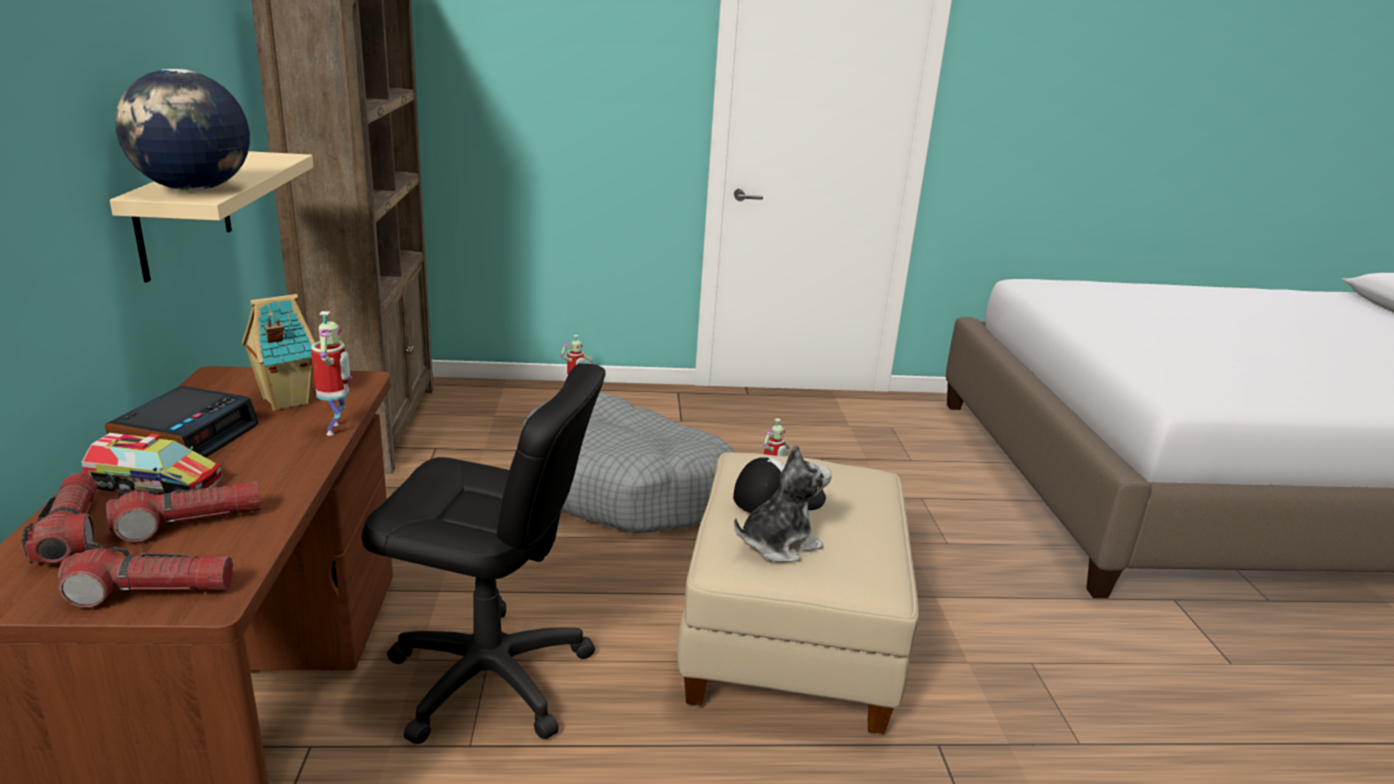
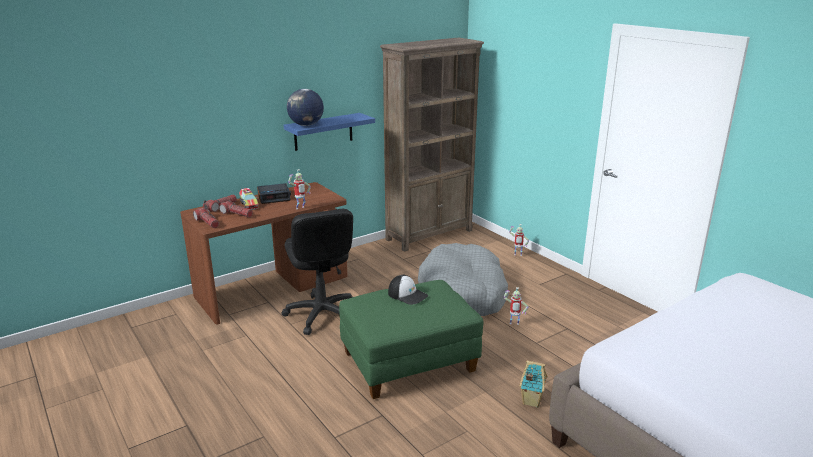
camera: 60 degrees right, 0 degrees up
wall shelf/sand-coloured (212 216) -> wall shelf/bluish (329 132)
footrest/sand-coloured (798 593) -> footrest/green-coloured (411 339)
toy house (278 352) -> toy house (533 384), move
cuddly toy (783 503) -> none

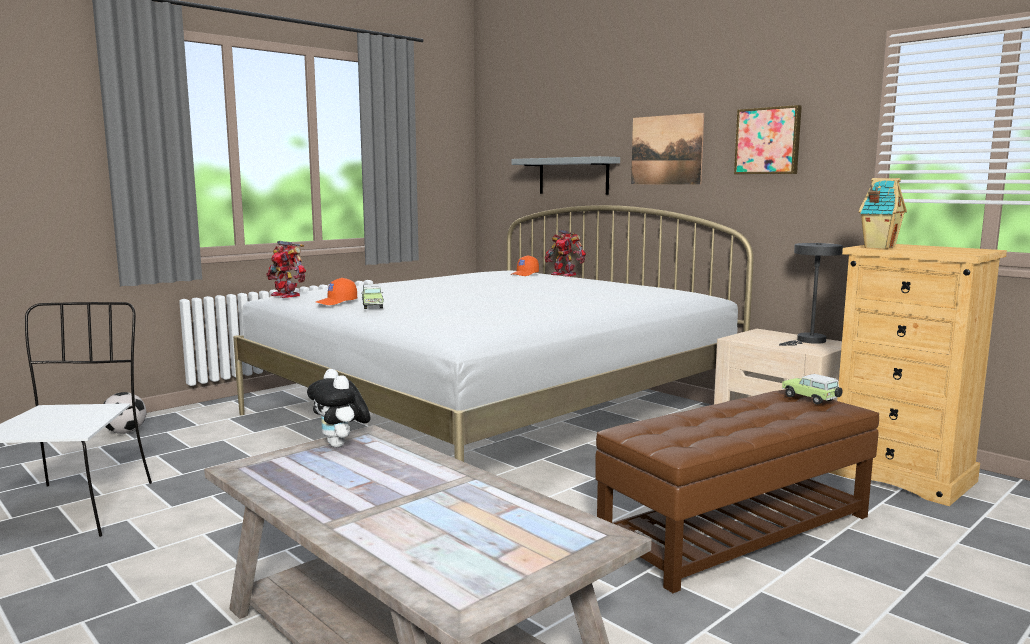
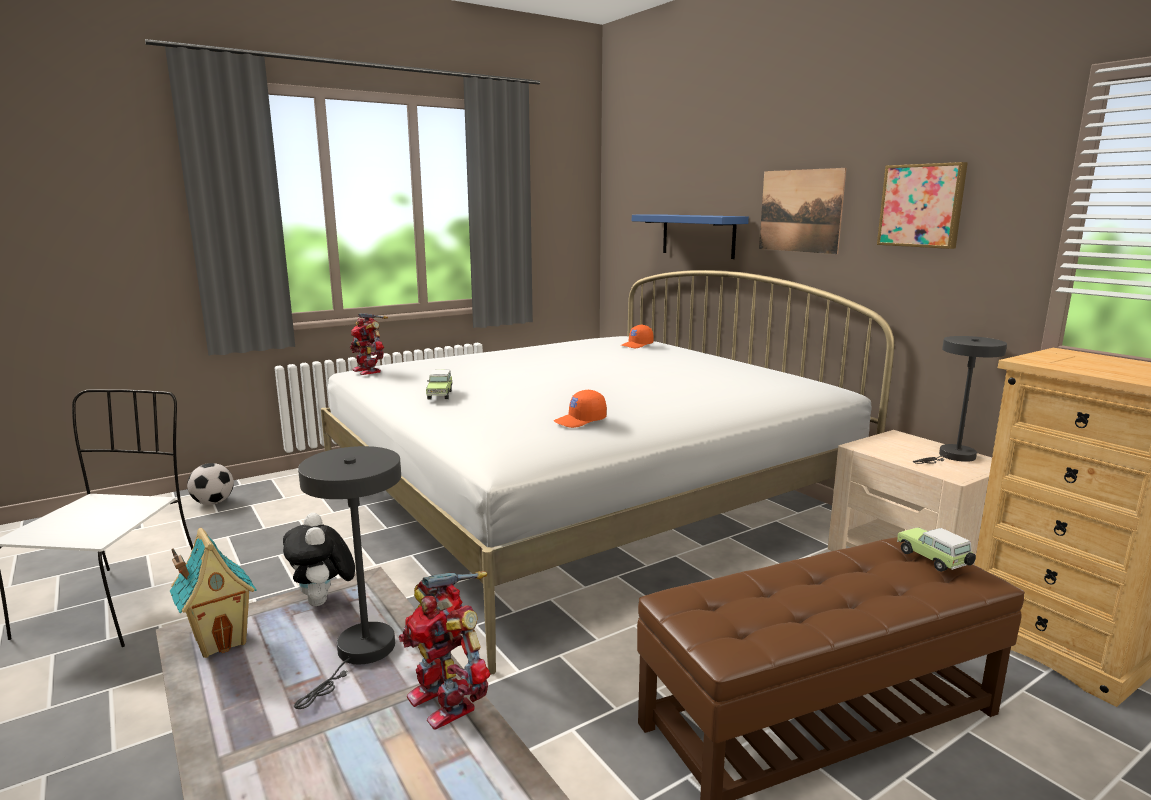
camera: 10 degrees right, 5 degrees up
toy house (882 213) -> toy house (213 593), move
none -> table lamp/grey (347 577)
robot figure (565 253) -> robot figure (444 650), move
cap/orange-coloured (336 291) -> cap/orange-coloured (580 409), move
wall shelf/grey (565 175) -> wall shelf/bluish (690 236)

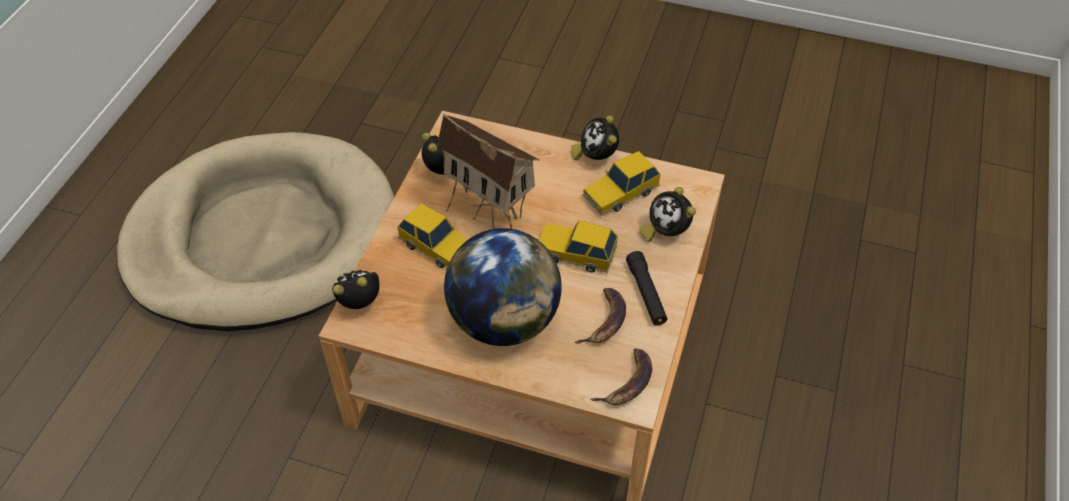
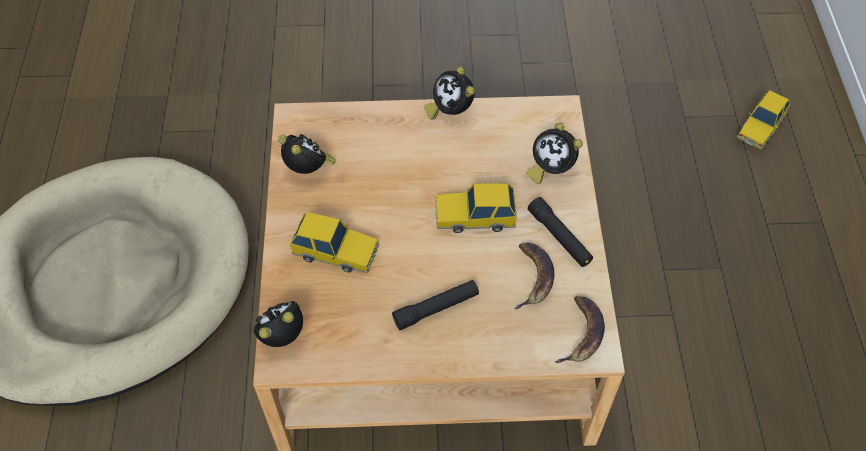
camera: 20 degrees left, 5 degrees up
desk globe (503 287) -> torch/black (435 305)
model car (621 183) -> model car (763 120), move
toy house (488 171) -> none

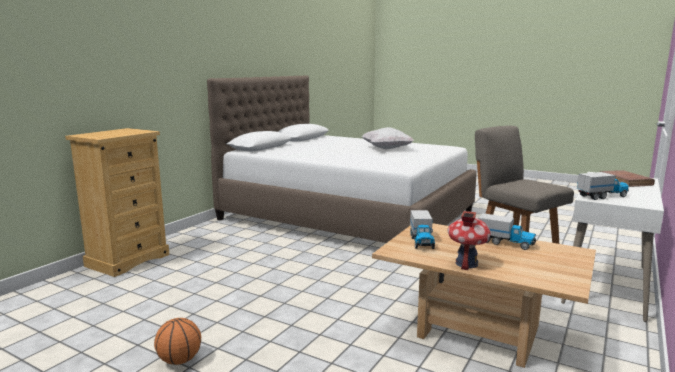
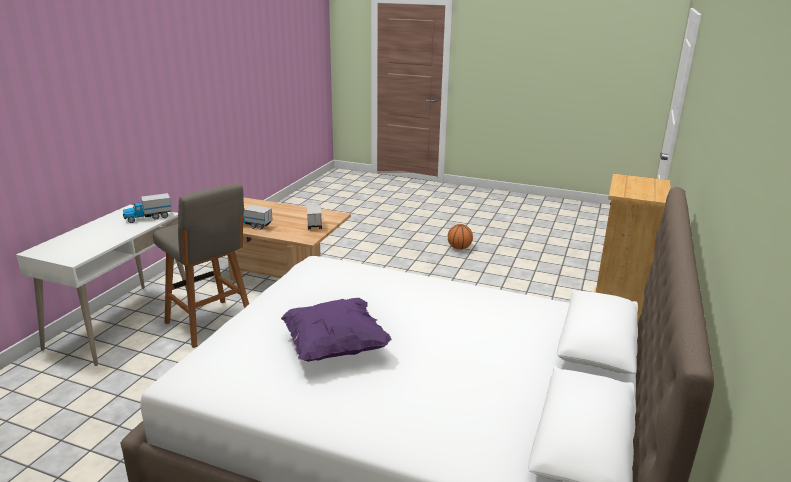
camera: 170 degrees right, 10 degrees up
cushion/white-coloured (388 138) -> cushion/purple-coloured (336 330)
toy house (469 240) -> none
volume/brown-coloured (627 178) -> none

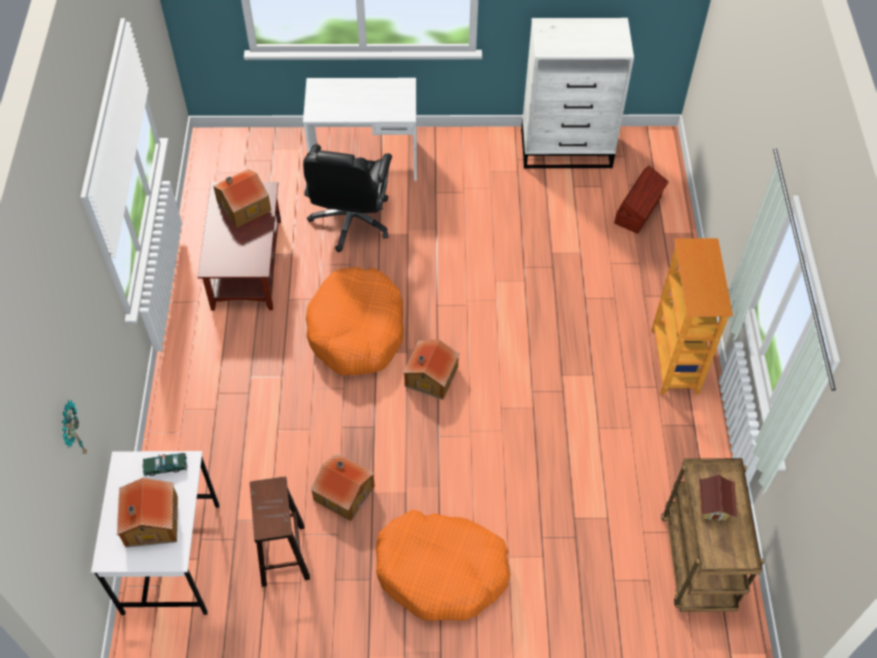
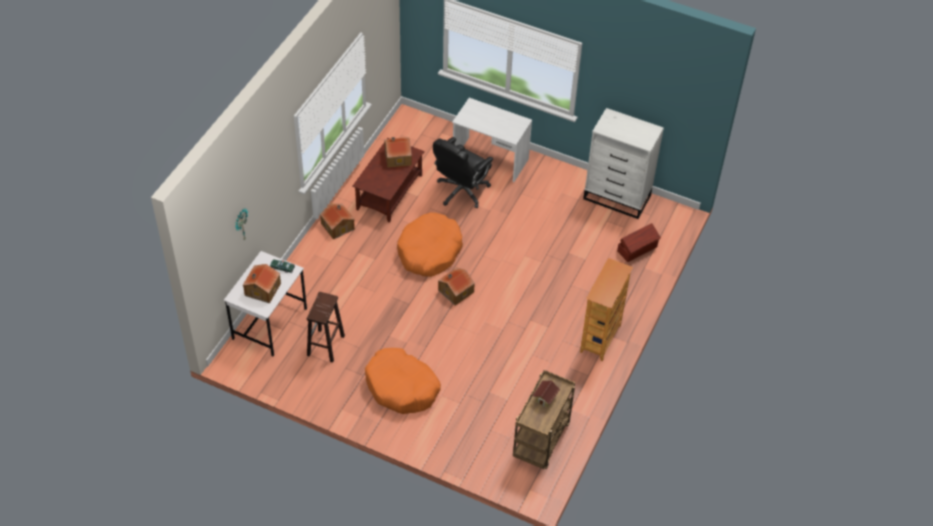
camera: 25 degrees right, 5 degrees down
toy house (343 487) -> toy house (337 221), move

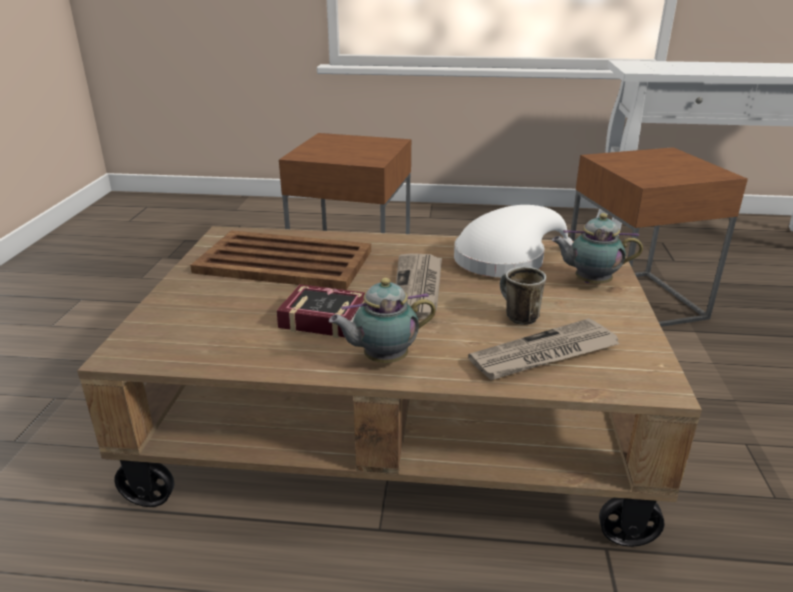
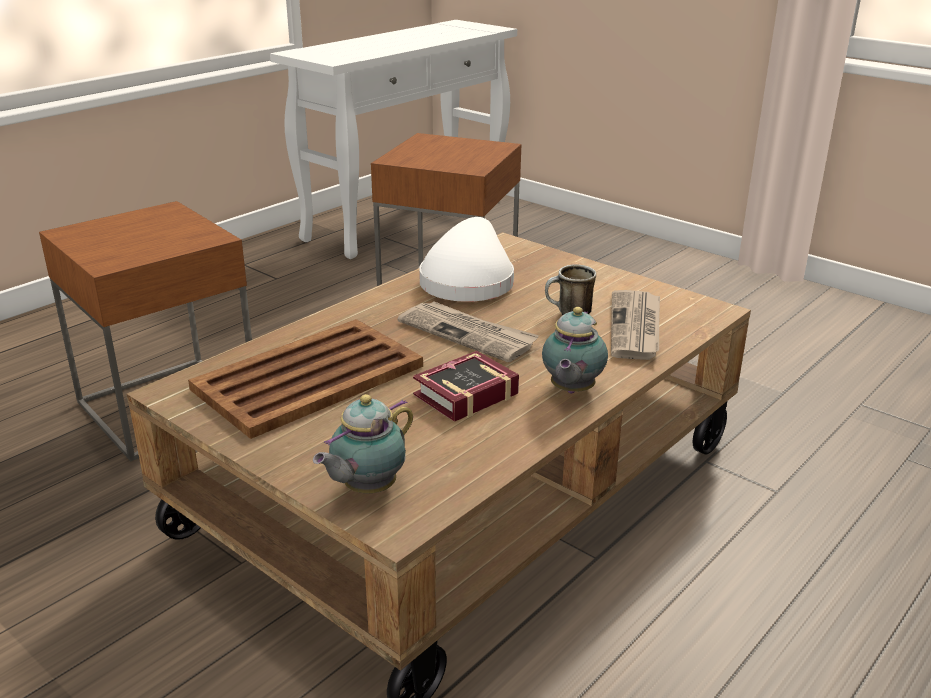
camera: 55 degrees left, 0 degrees up
tea pot (597 248) -> tea pot (363 443), move

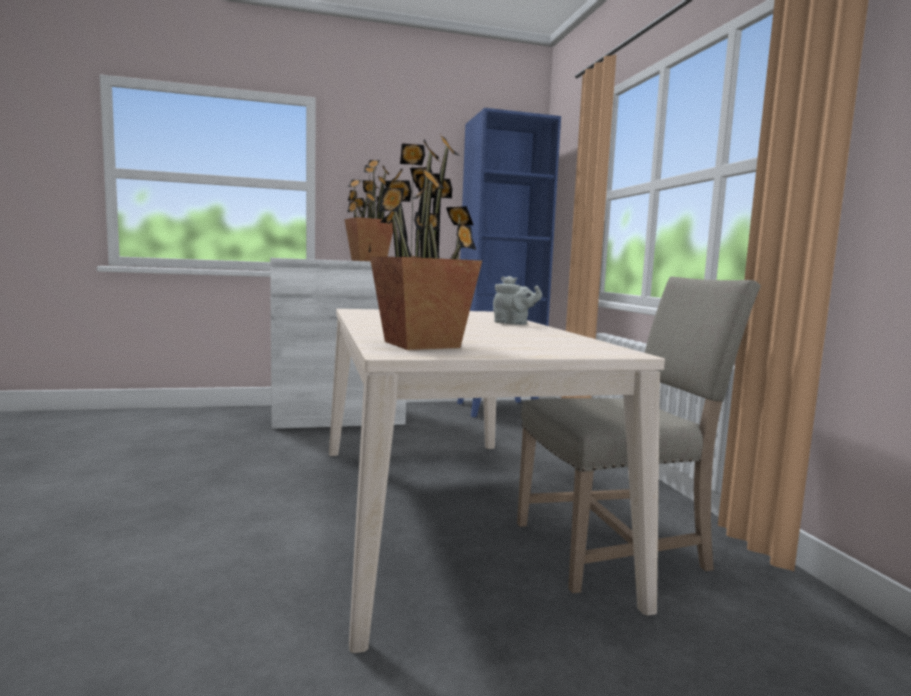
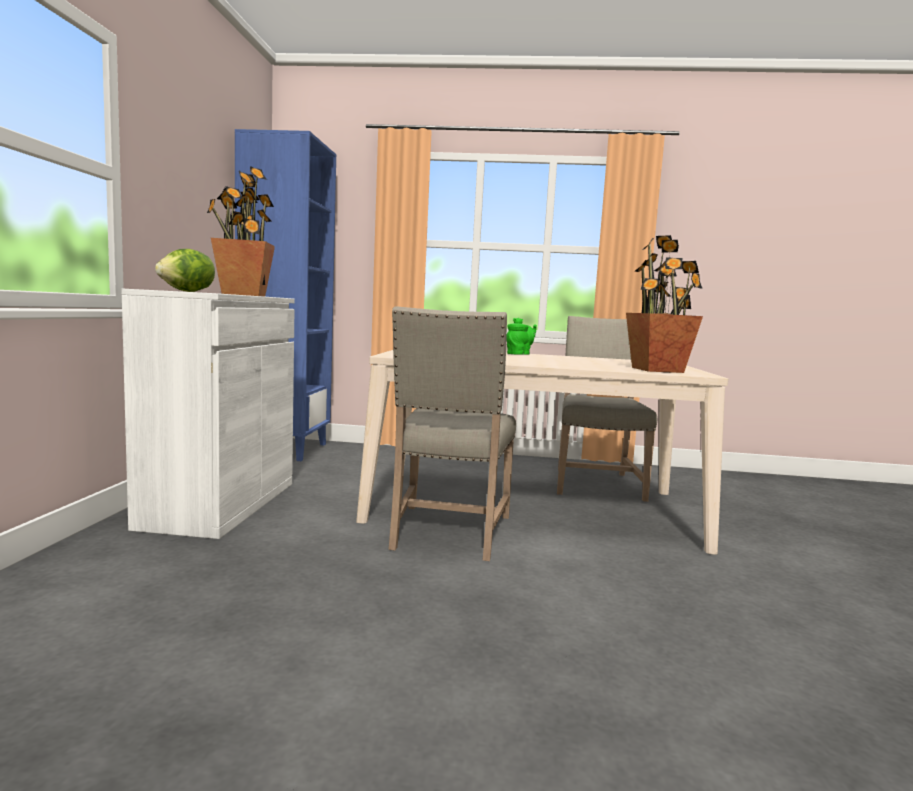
camera: 70 degrees left, 0 degrees up
none -> lettuce (185 270)
none -> upright chair/sand-coloured (452 433)
tea pot/grey (517 300) -> tea pot/green-coloured (521 336)

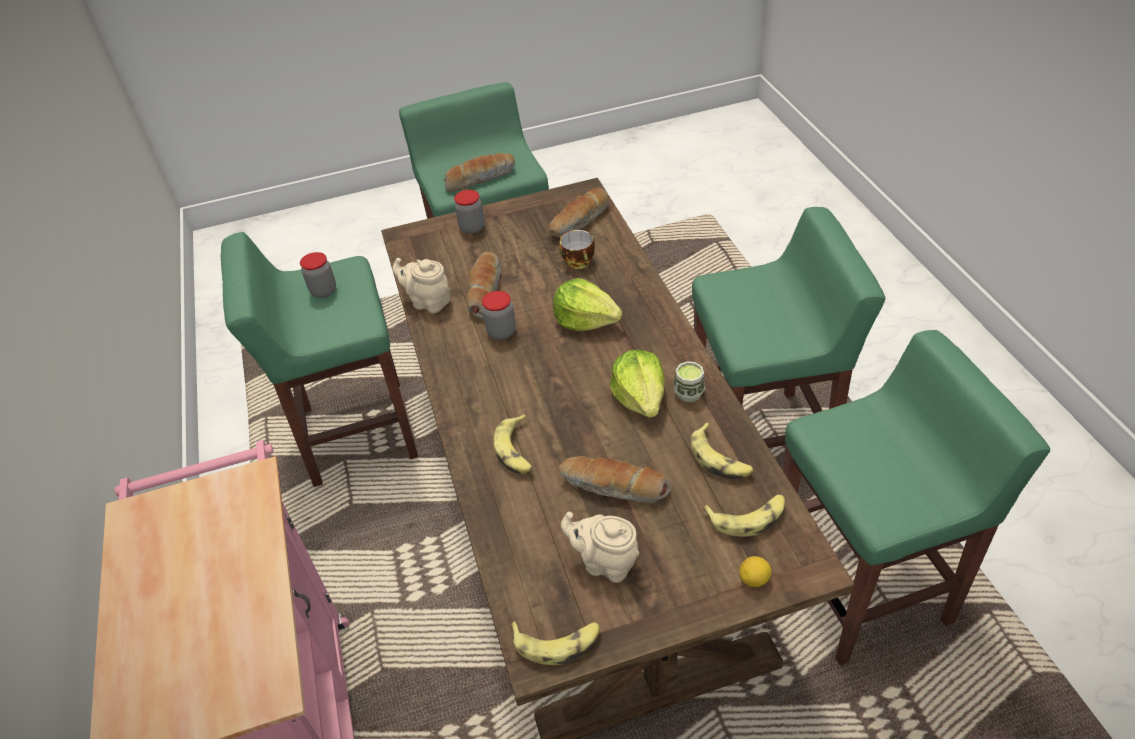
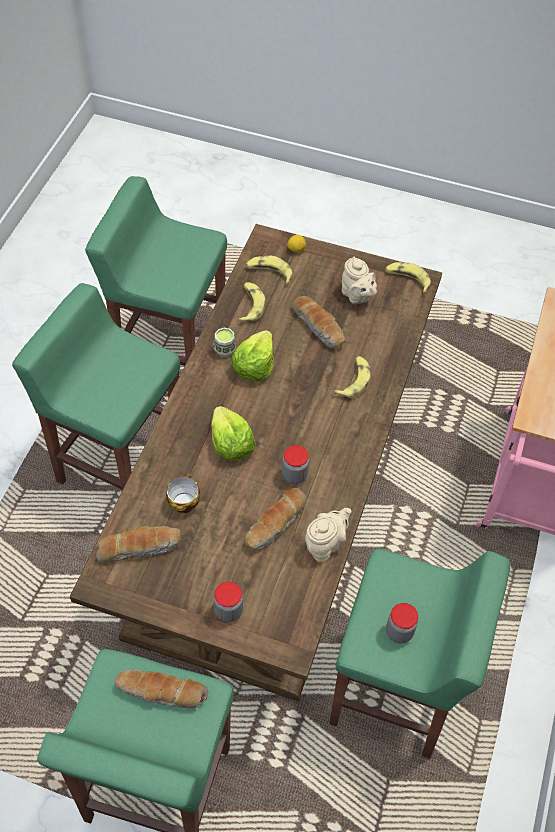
camera: 150 degrees left, 10 degrees up
tea pot/sand-coloured (421 285) -> tea pot/sand-coloured (328 535), 105 degrees counterclockwise

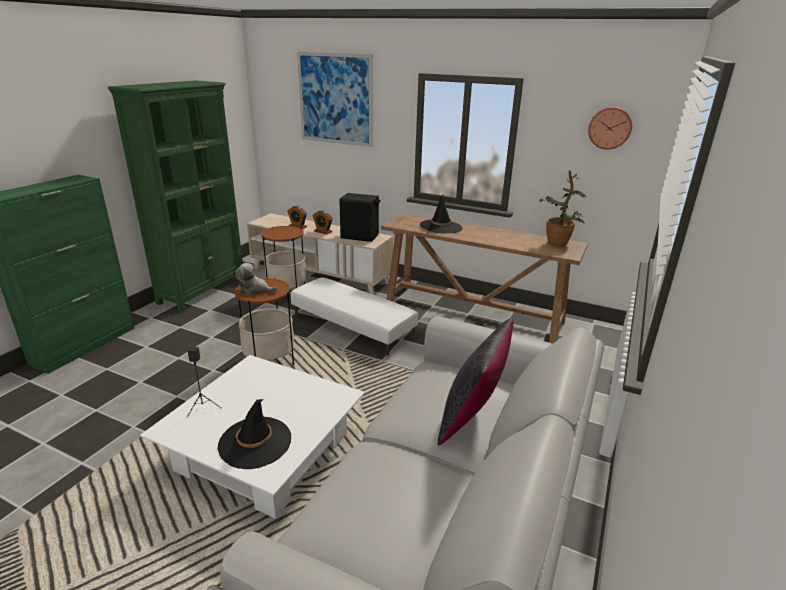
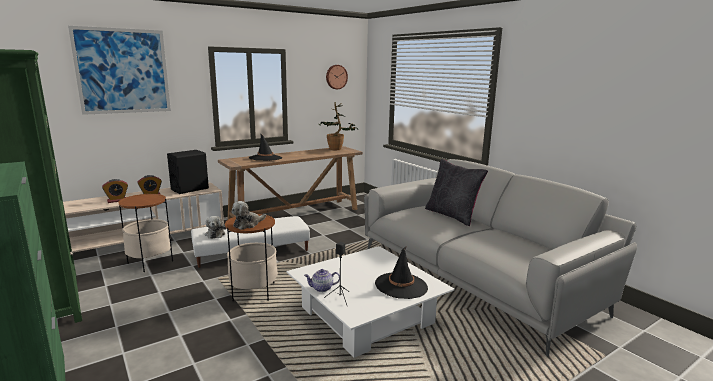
camera: 60 degrees left, 10 degrees down
none -> cuddly toy (215 227)
none -> tea pot (322 280)

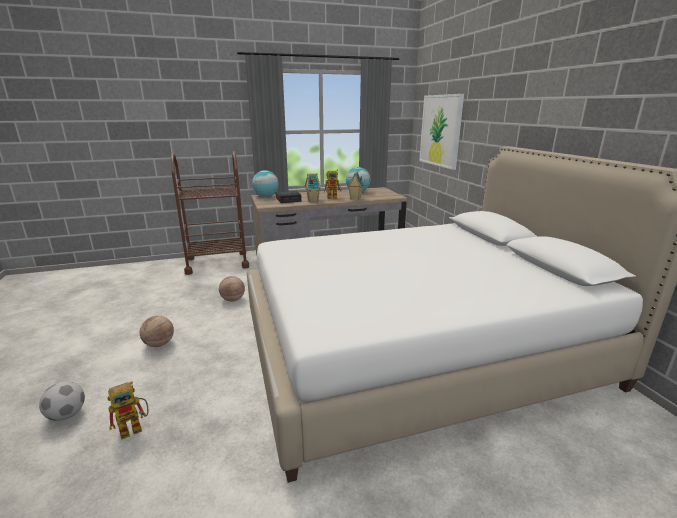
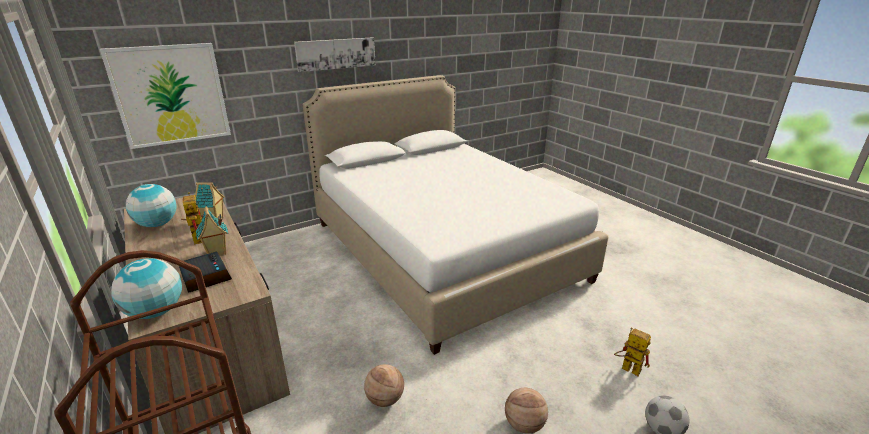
camera: 105 degrees left, 5 degrees up
none -> wall art (335 54)

